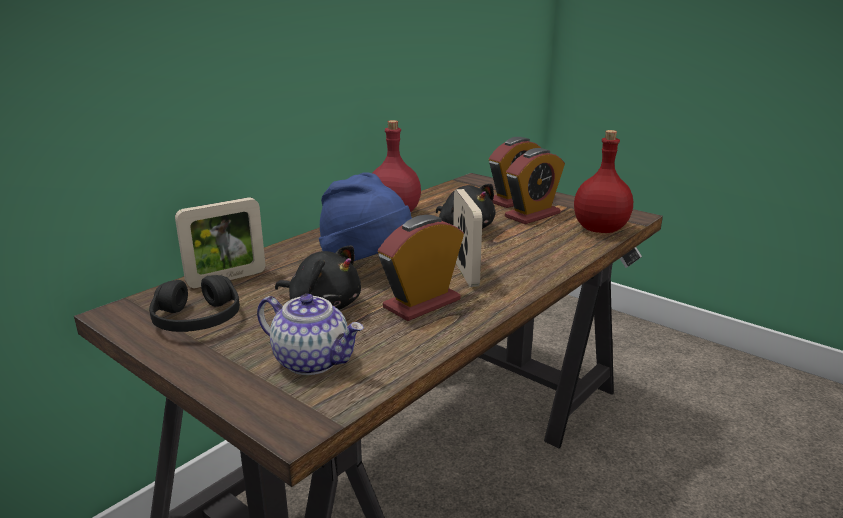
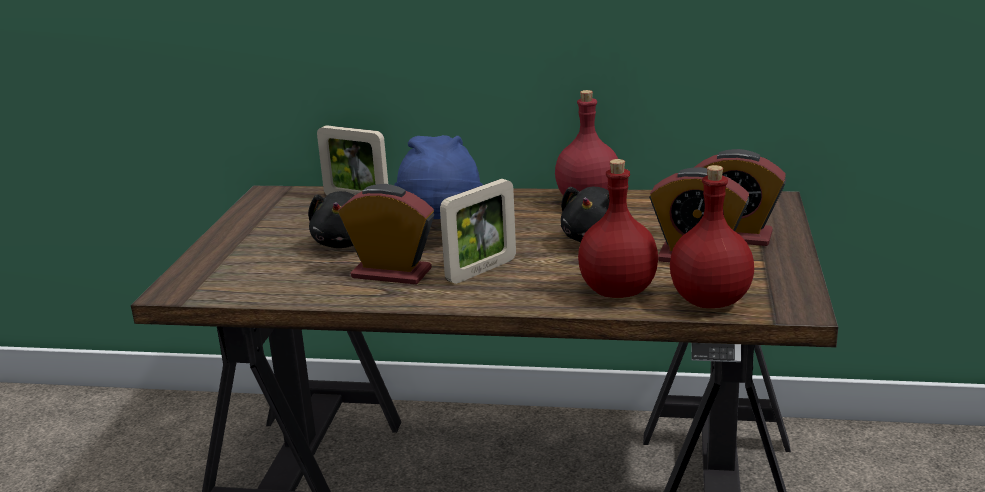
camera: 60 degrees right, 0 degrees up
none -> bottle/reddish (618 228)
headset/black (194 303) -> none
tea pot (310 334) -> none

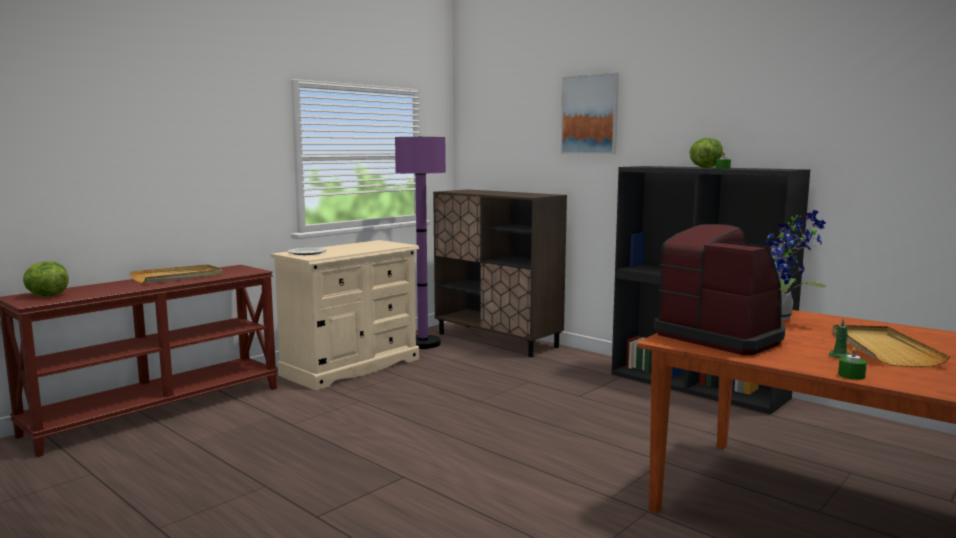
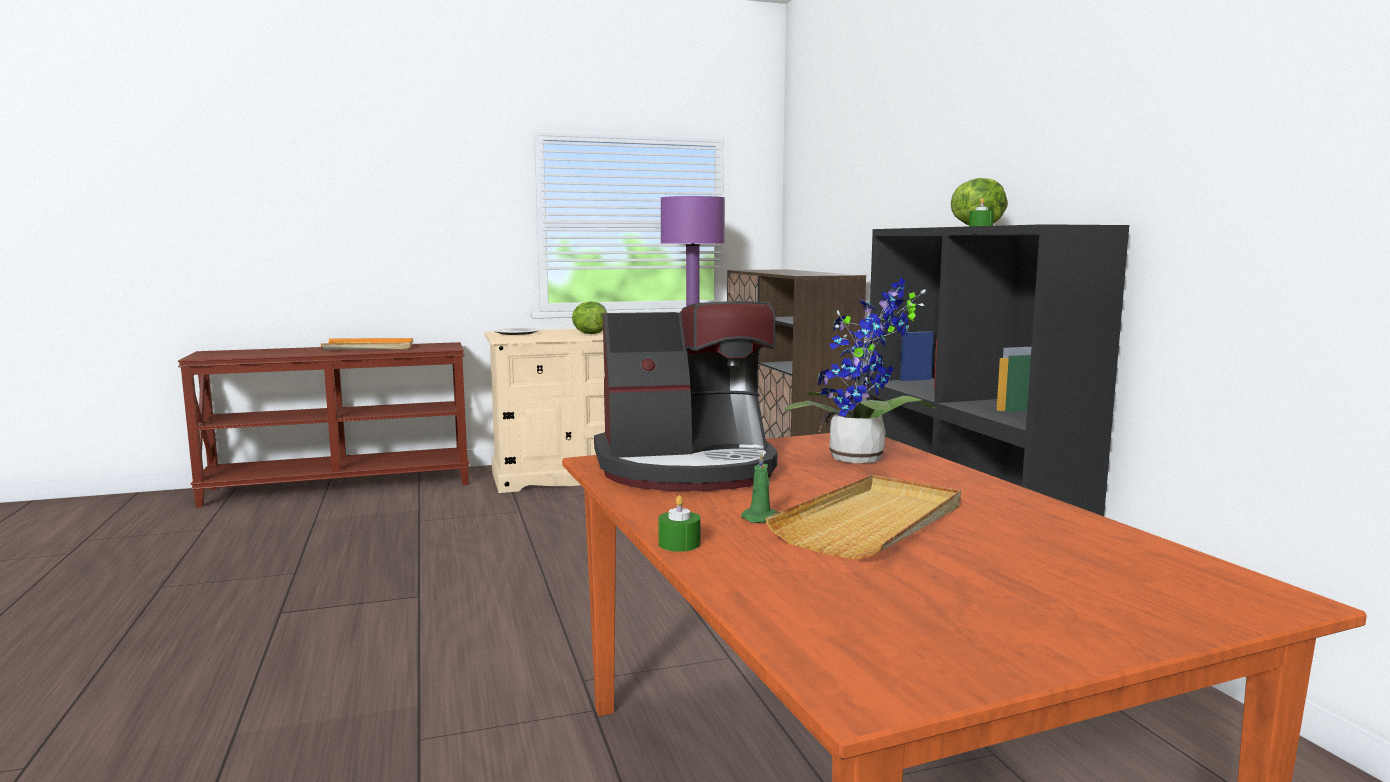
camera: 30 degrees right, 0 degrees up
serving tray/sand-coloured (176 273) -> serving tray/orange-coloured (367 344)
lettuce (46 278) -> lettuce (589 317), move
coffee machine (720 289) -> coffee machine (686 396), 90 degrees clockwise
wall art (589 113) -> none

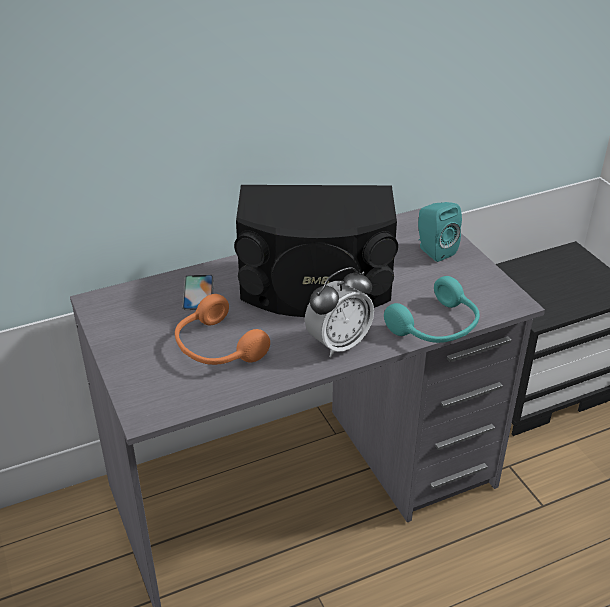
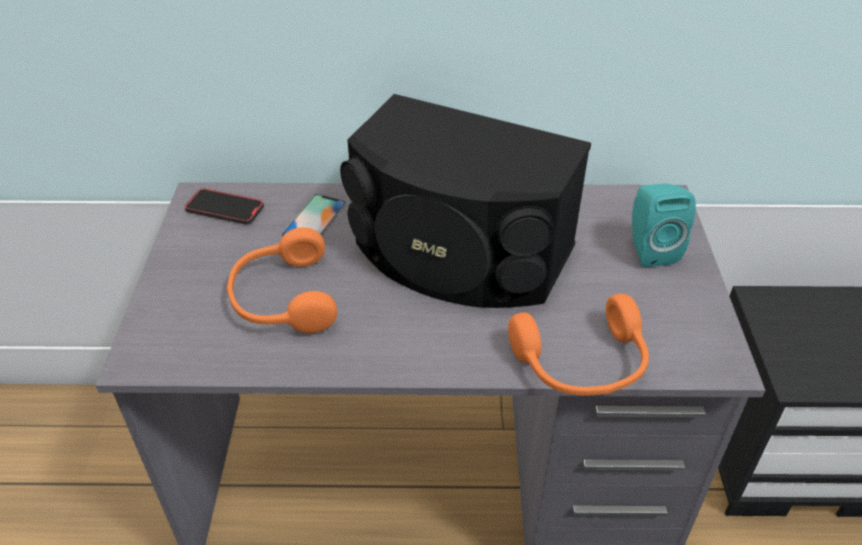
camera: 25 degrees right, 5 degrees up
none -> handset (224 206)
headset/turquoise-coloured (432 309) -> headset/orange-coloured (578 344)
table clock (339 312) -> none

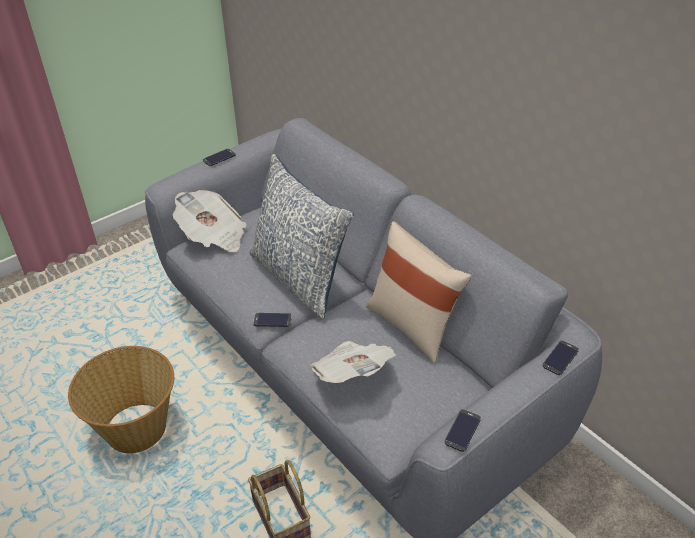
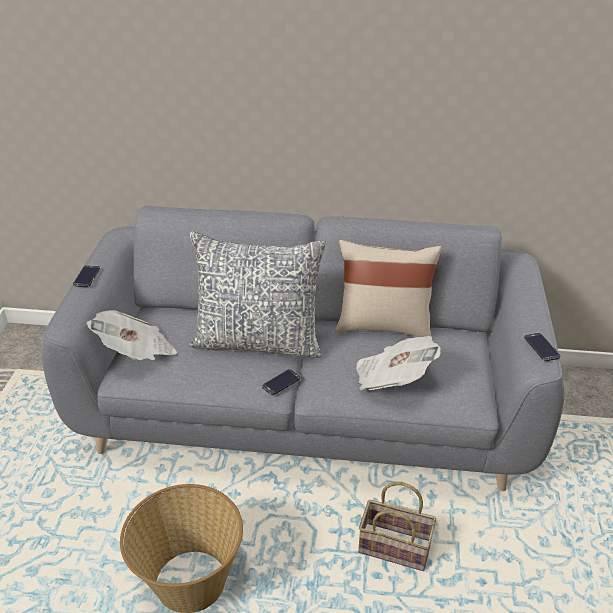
camera: 45 degrees left, 5 degrees down
handset (561 357) -> none

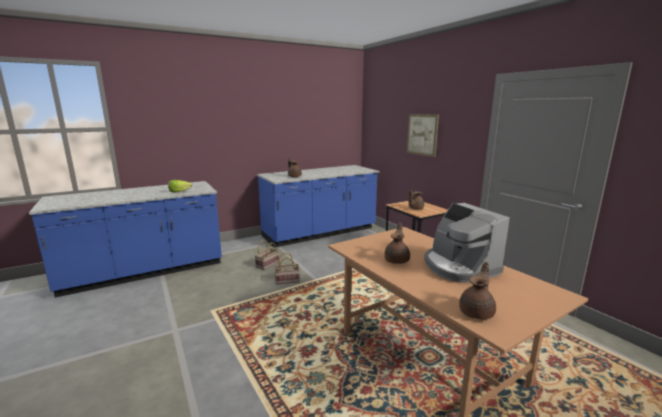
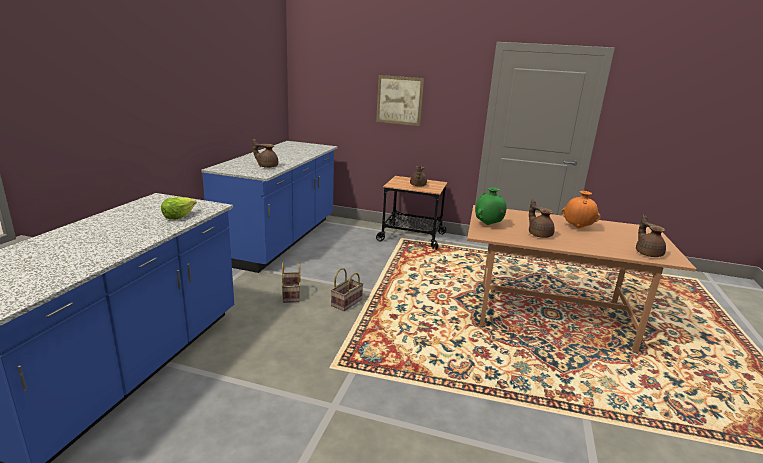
camera: 45 degrees left, 5 degrees up
none -> flower vase/green-coloured (491 206)
coffee machine (467 243) -> flower vase/orange-coloured (581 210)

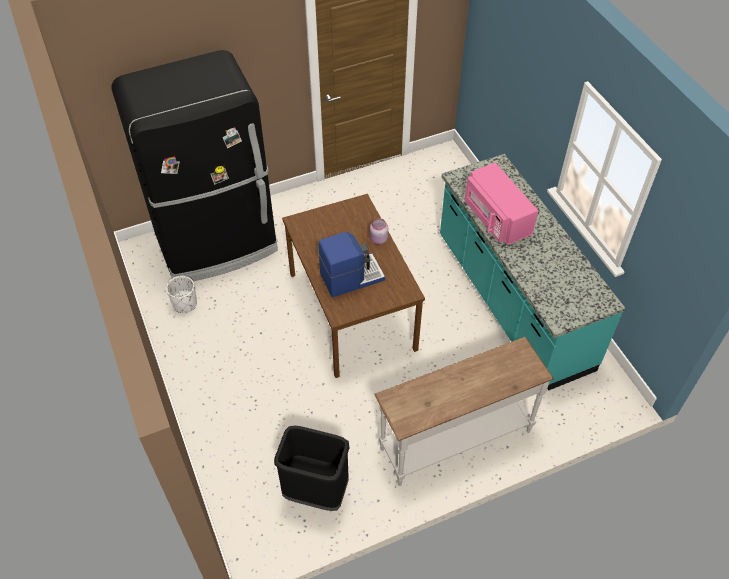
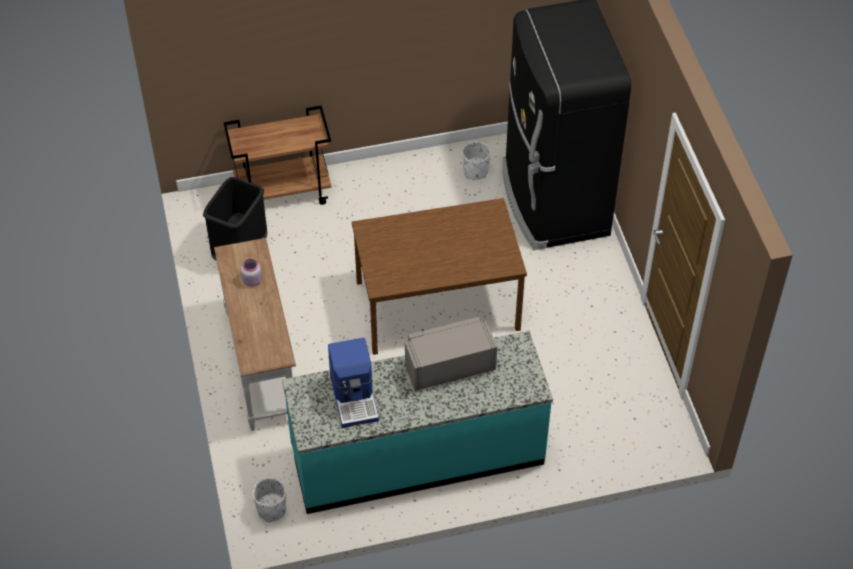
camera: 100 degrees right, 0 degrees up
none -> trolley/brown-coloured (277 155)
preserve jar/pink (379 231) -> preserve jar/pink (251 273), move
none -> planter/white-coloured (269 500)
coffee machine (351 264) -> coffee machine (353 383), move
microwave oven/pink (501 203) -> microwave oven/grey (451 354)

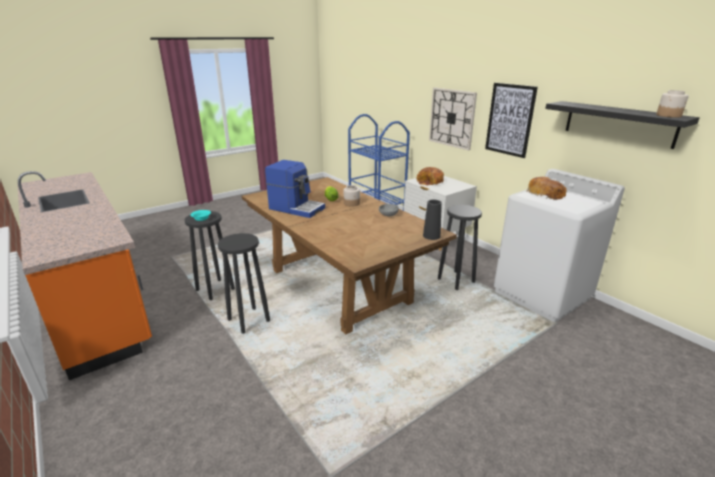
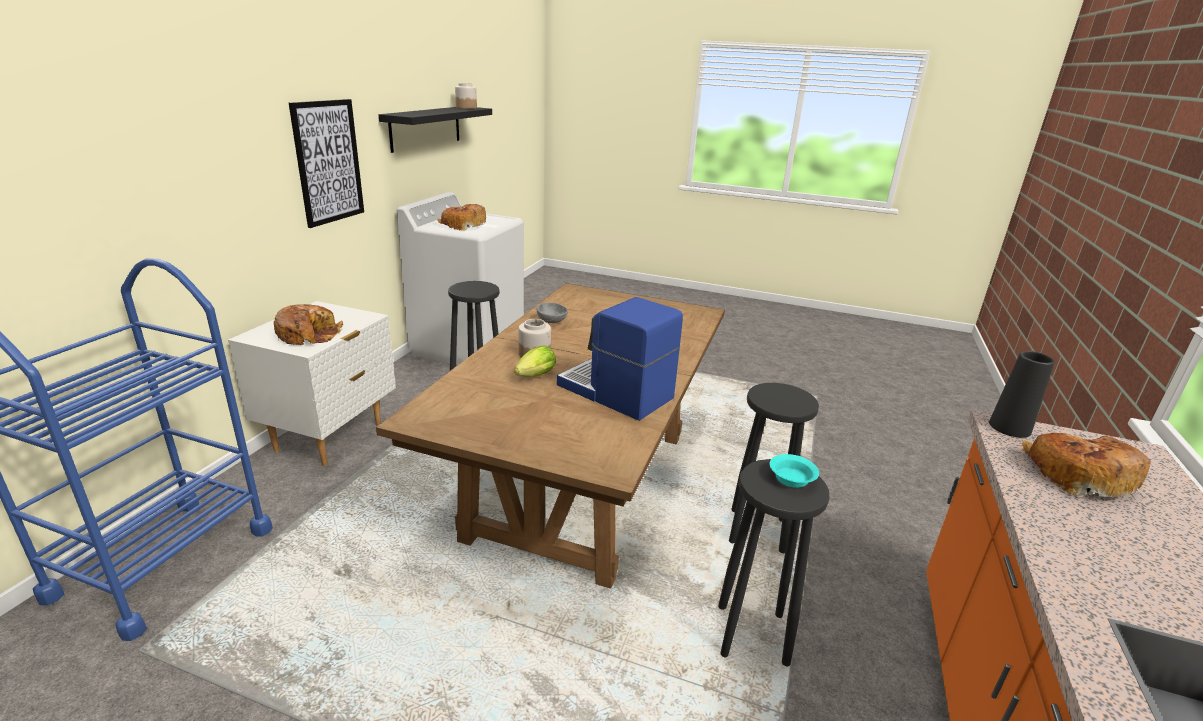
camera: 125 degrees left, 0 degrees up
coffee machine (295 189) -> coffee machine (620 359), 45 degrees counterclockwise
flower vase/black (432 220) -> flower vase/black (1022 394), move
none -> bread (1086 466)
hanging clock (453 119) -> none

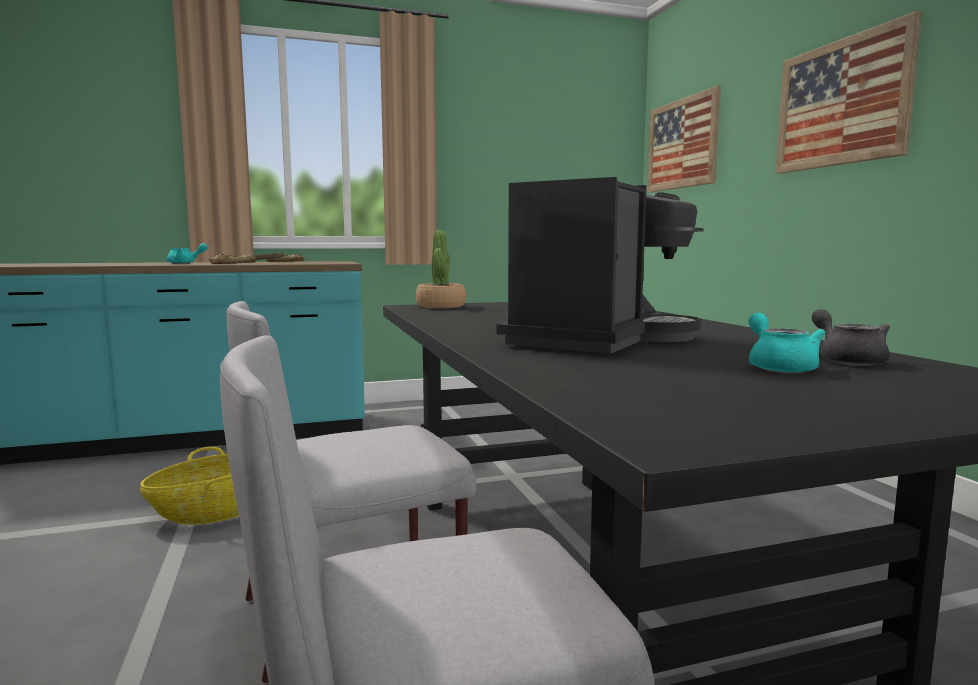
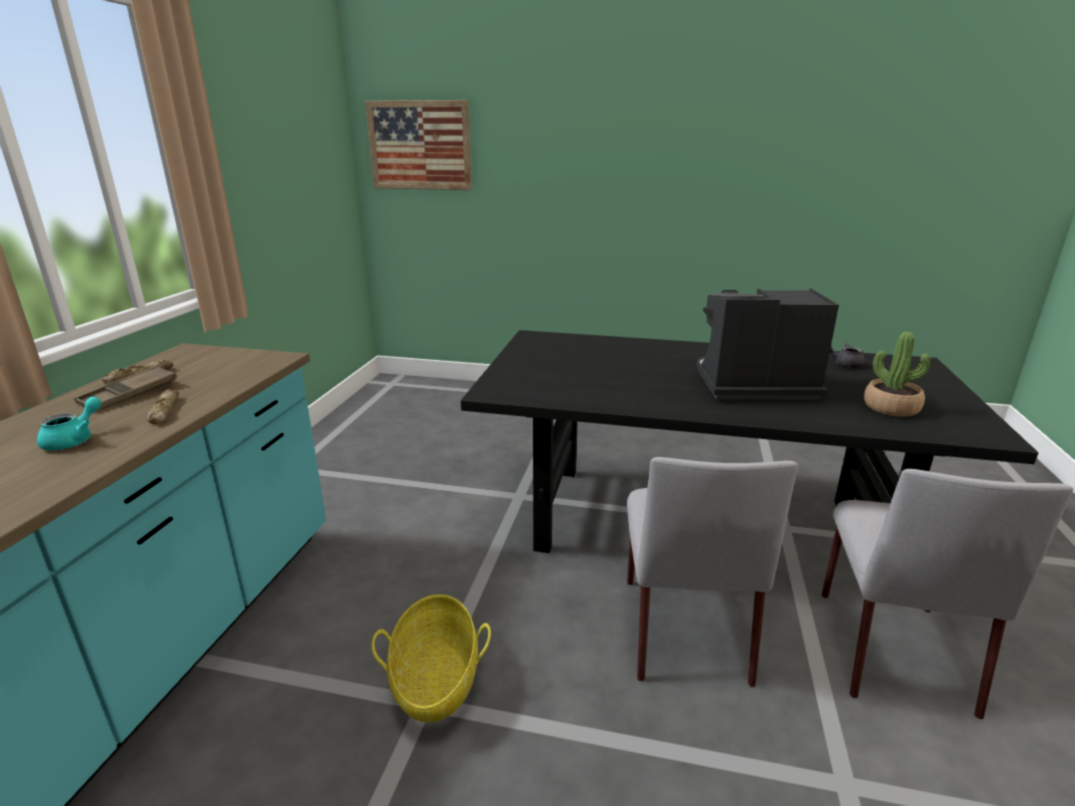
camera: 60 degrees left, 15 degrees up
coffee machine (600 265) -> coffee machine (768 344), 60 degrees counterclockwise
potted plant (441 269) -> potted plant (897 374), move
tea pot/turquoise-coloured (787 343) -> none
wall art (849 92) -> none

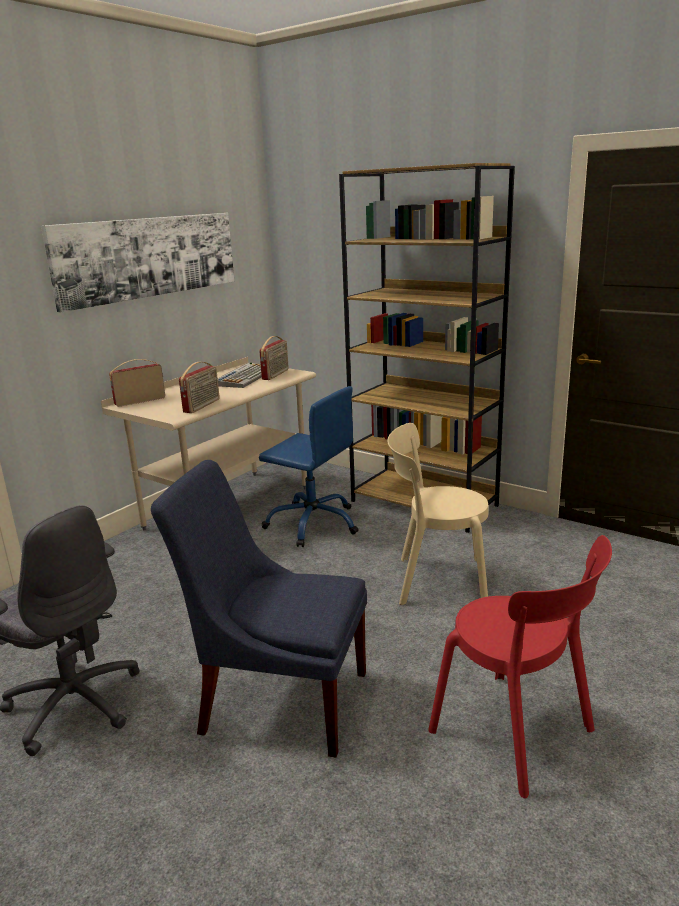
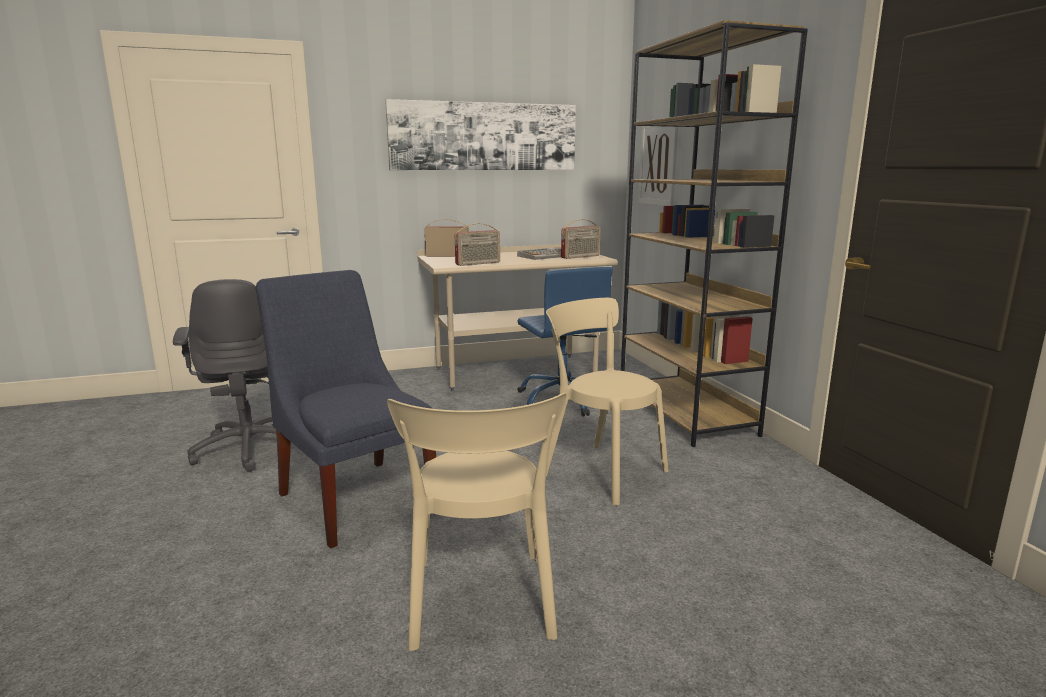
camera: 35 degrees right, 5 degrees down
upright chair/reddish (520 666) -> upright chair/sand-coloured (477 521)
none -> wall art (658 166)

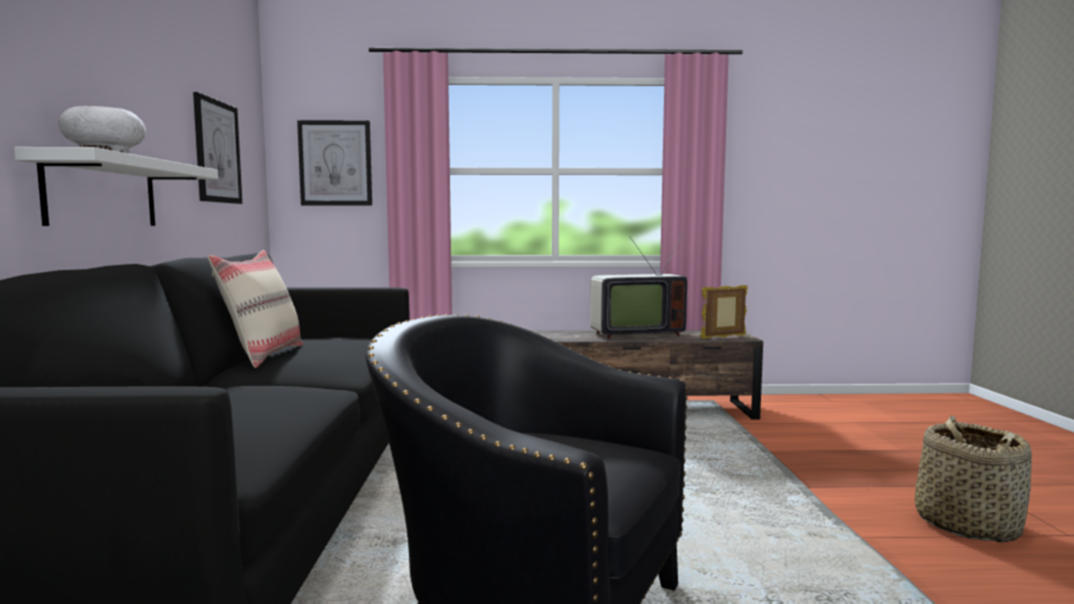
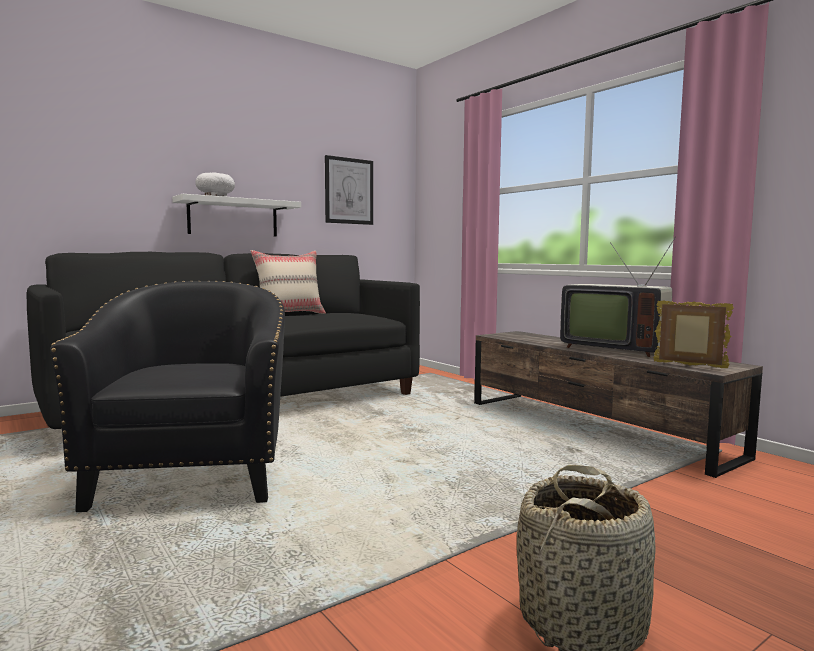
camera: 55 degrees right, 0 degrees up
wall art (334 163) -> none

